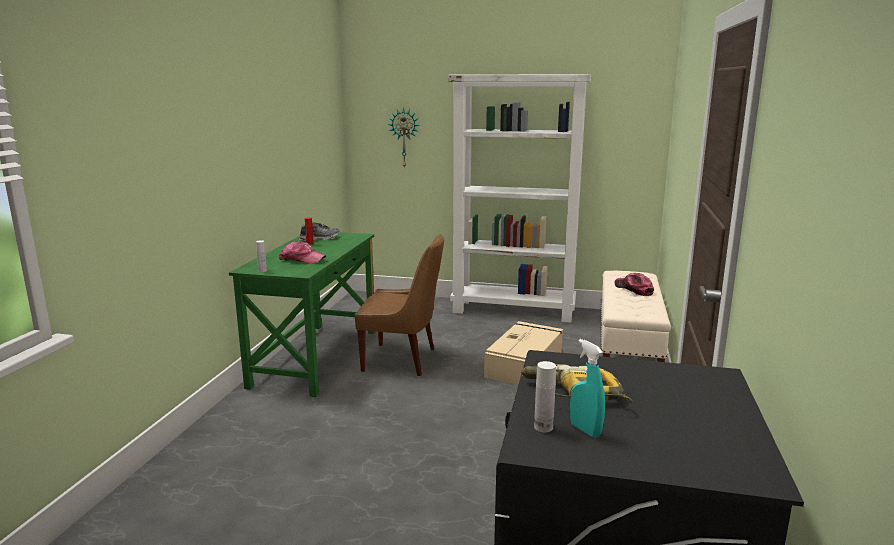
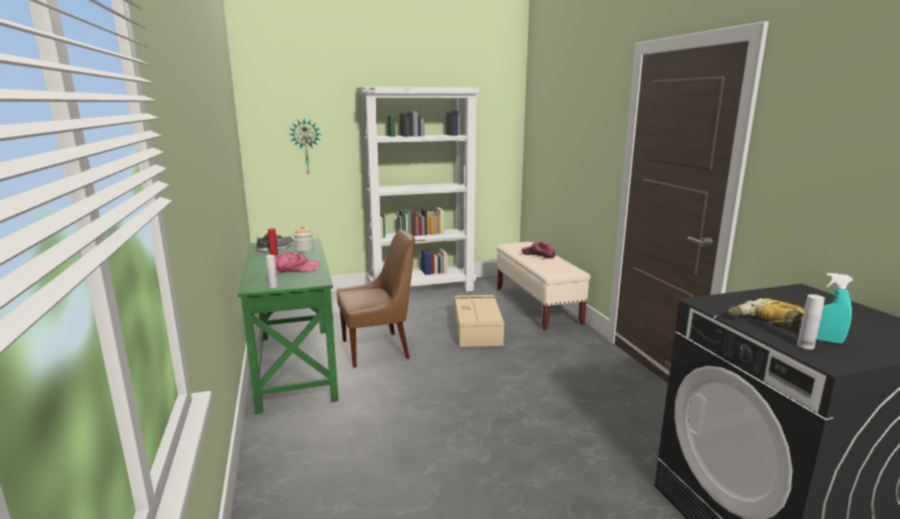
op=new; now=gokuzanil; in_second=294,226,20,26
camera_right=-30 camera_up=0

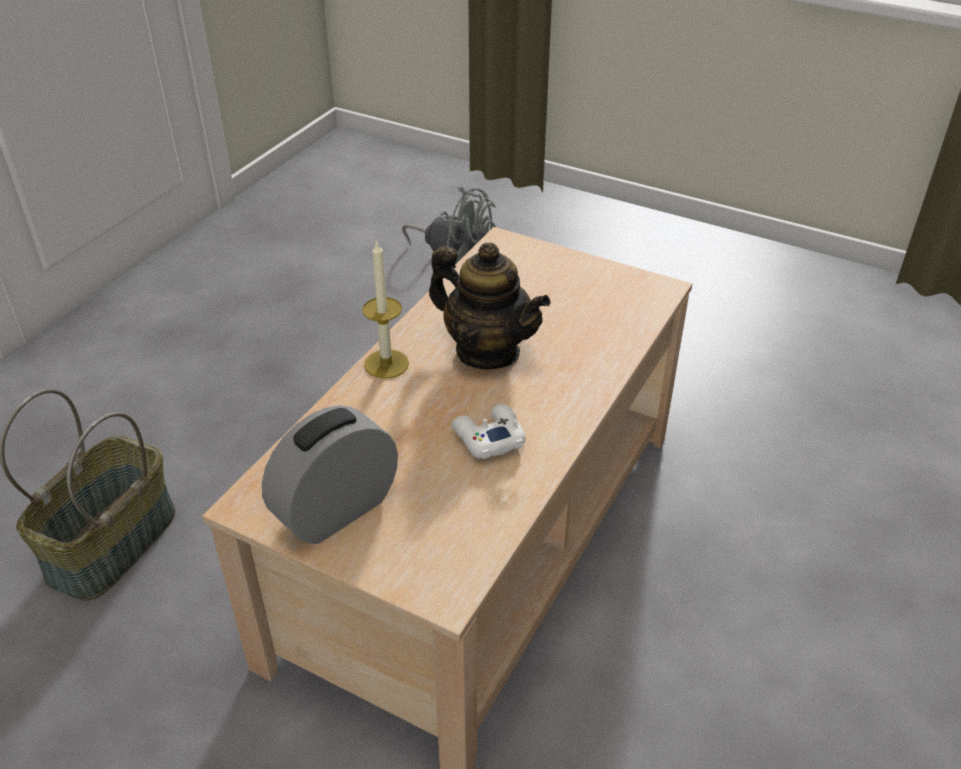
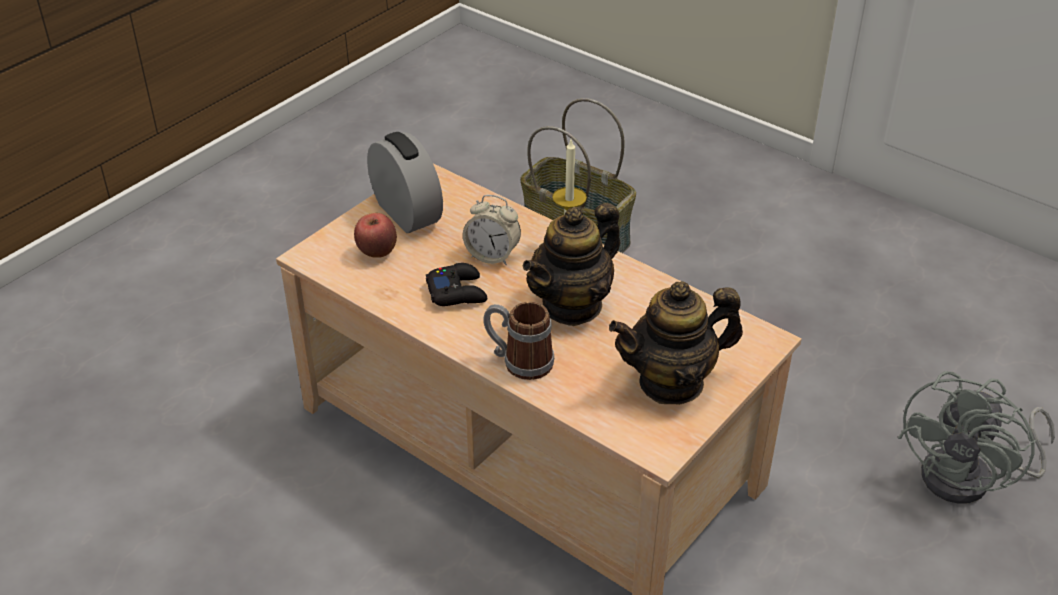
op=repainted; was=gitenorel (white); now=gitenorel (black); in_first=452,404,73,55; in_second=426,263,61,43
op=new; now=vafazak; in_second=463,195,58,70
op=new; now=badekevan; in_second=354,213,43,45
op=new; now=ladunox; in_second=609,281,134,124
op=new; now=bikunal; in_second=483,301,71,79
camera_right=100 camera_up=0

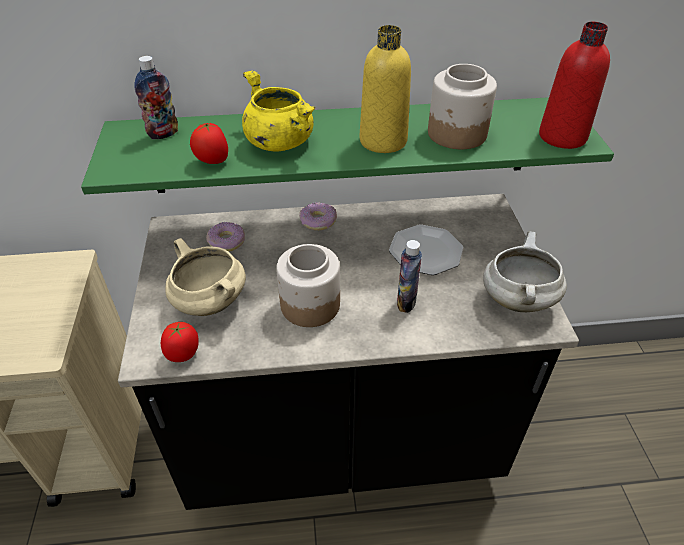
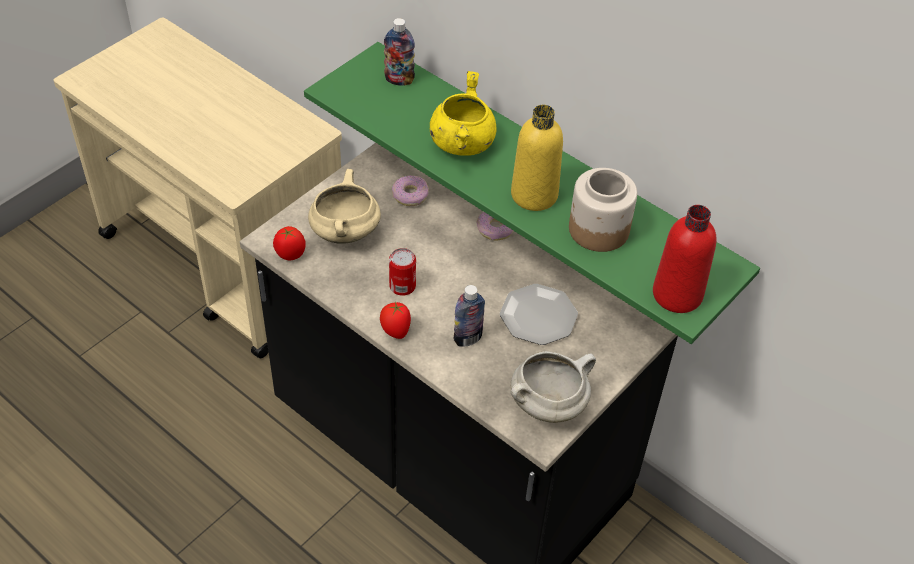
op=shifted; was=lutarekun; in_first=190,122,38,42; in_second=380,302,31,37
op=swapped; was=gokuzanil; now=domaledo; in_first=276,244,64,83; in_second=389,248,27,48
camera_right=45 camera_up=5

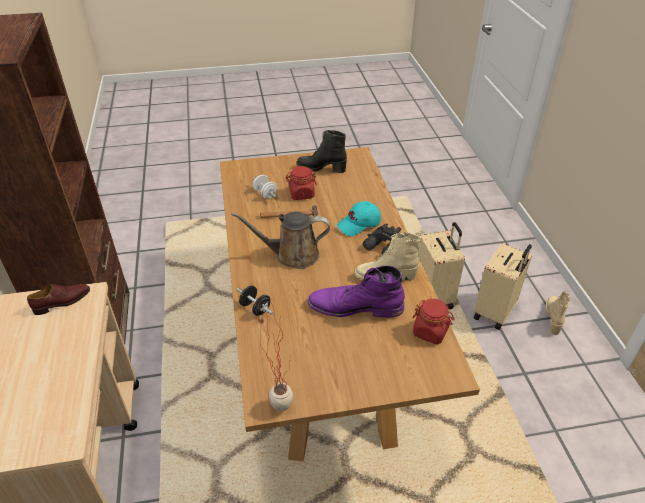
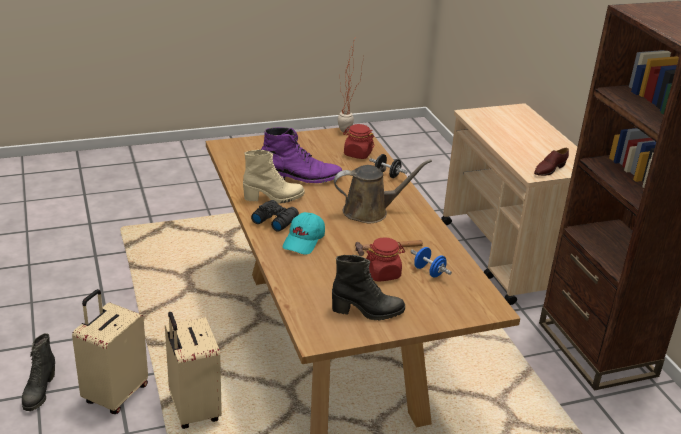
op=repainted; was=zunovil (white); now=zunovil (blue); in_first=253,175,24,24; in_second=410,247,42,31
op=rotated; was=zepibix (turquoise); in_first=337,201,44,35; in_second=283,212,42,42; clockwise=150
op=repainted; was=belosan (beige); now=belosan (black); in_first=545,291,25,44; in_second=22,333,33,78
op=shifted; was=gokuzanil (red); in_first=413,299,42,45; in_second=343,124,31,35
camera_right=170 camera_up=-10

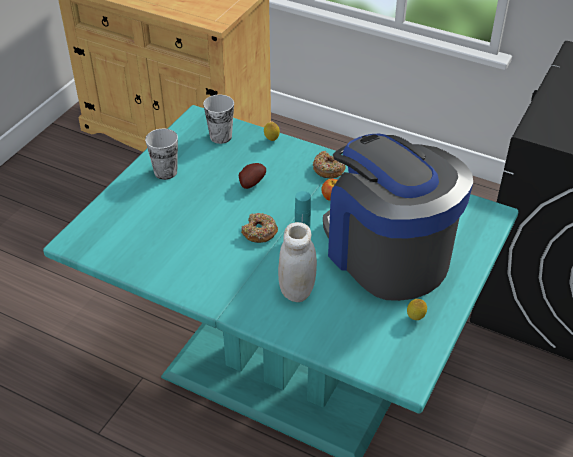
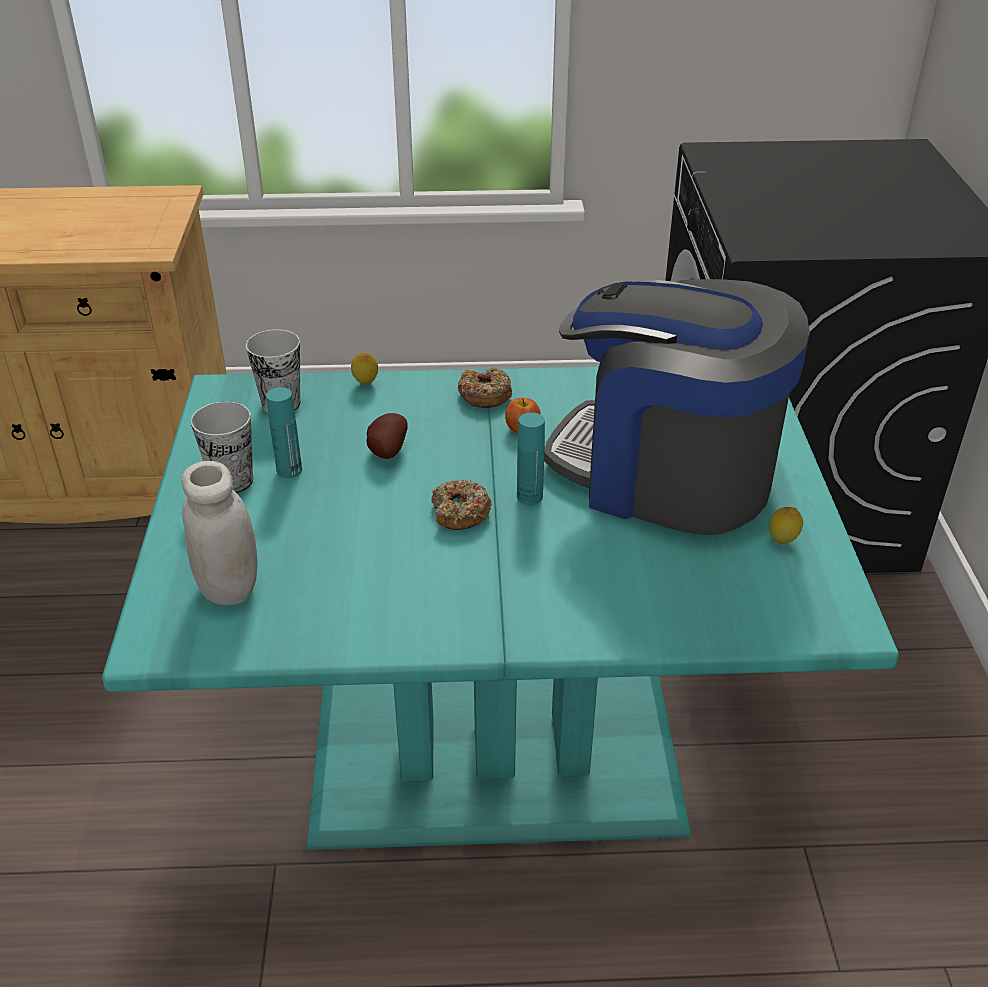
op=shifted; was=gokuzanil (white); in_first=278,222,39,80; in_second=182,461,76,144
op=new; now=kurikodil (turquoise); in_second=266,387,36,91
camera_right=-30 camera_up=-5

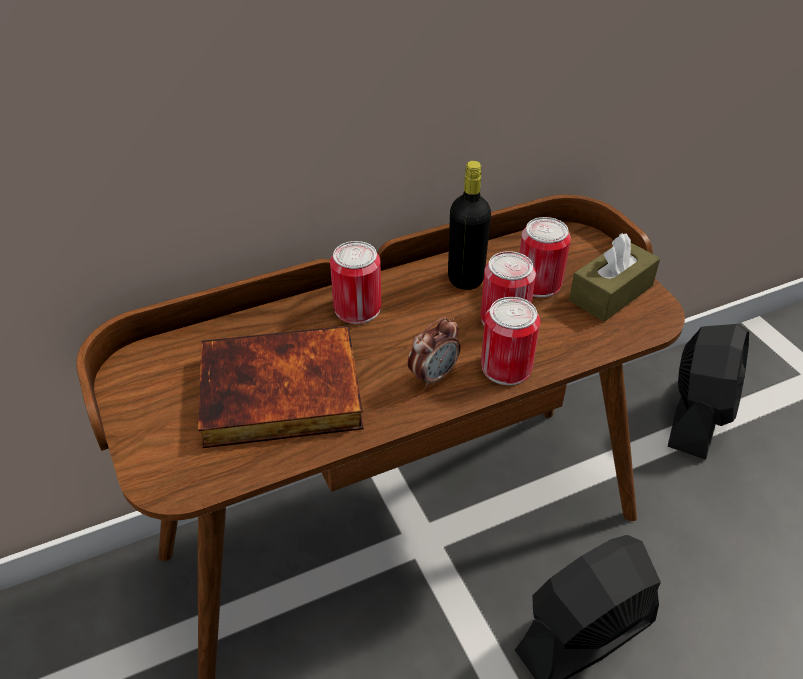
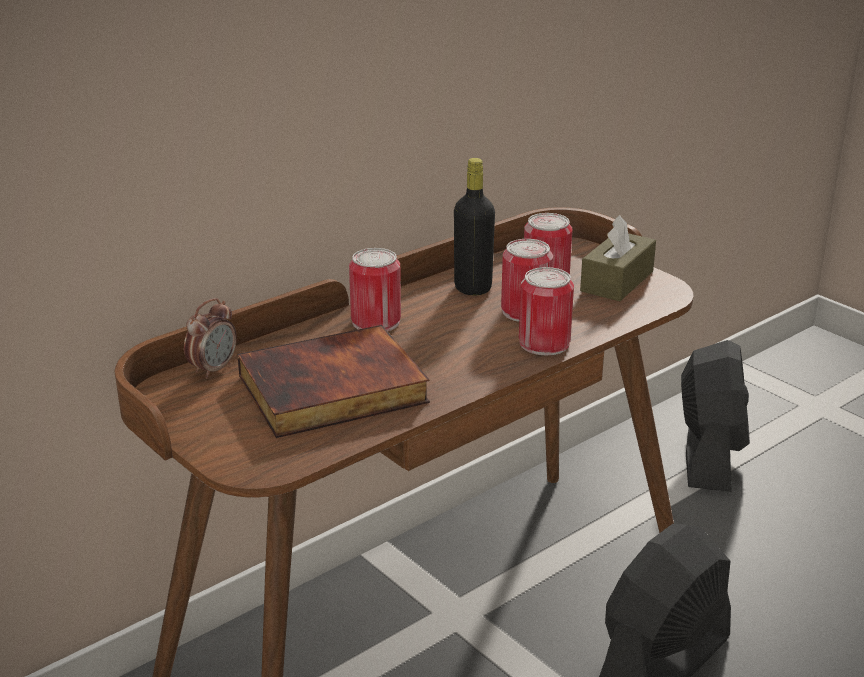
op=shifted; was=vafazak; in_first=408,317,52,72; in_second=184,298,53,81
camera_right=-15 camera_up=-15

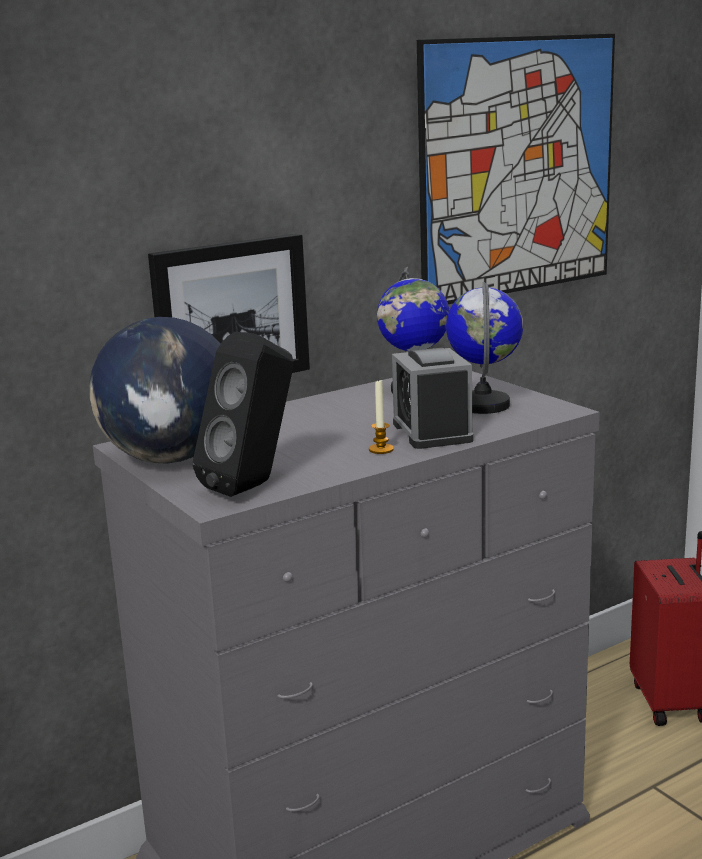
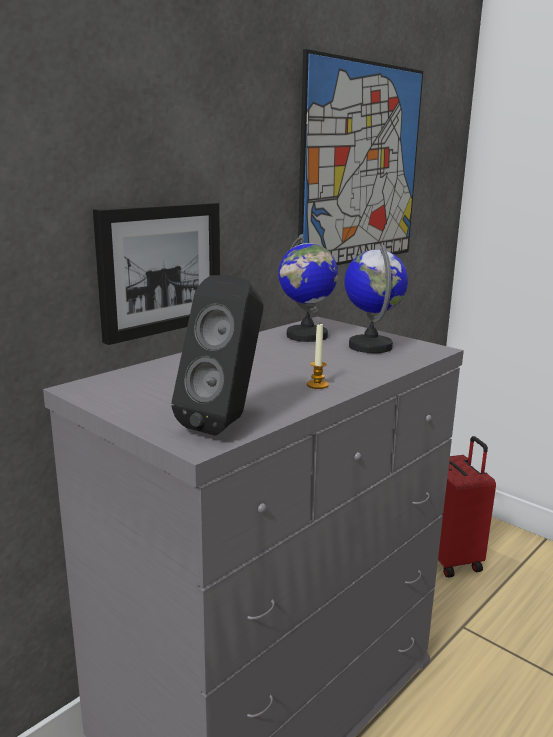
op=gone; was=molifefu; in_first=89,317,132,146
op=gone; was=vafazak; in_first=392,348,82,101
camera_right=-15 camera_up=0

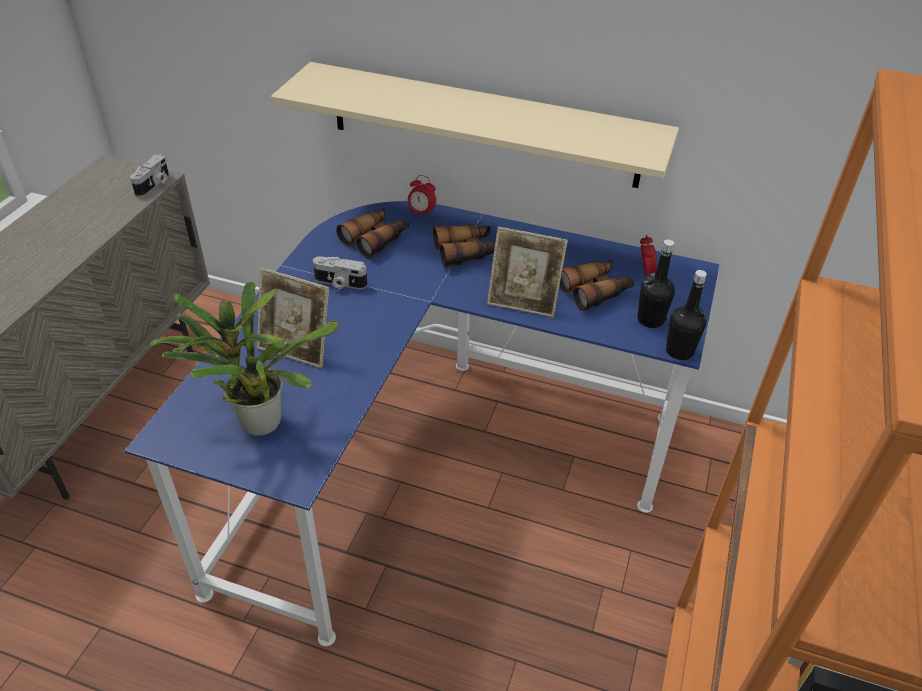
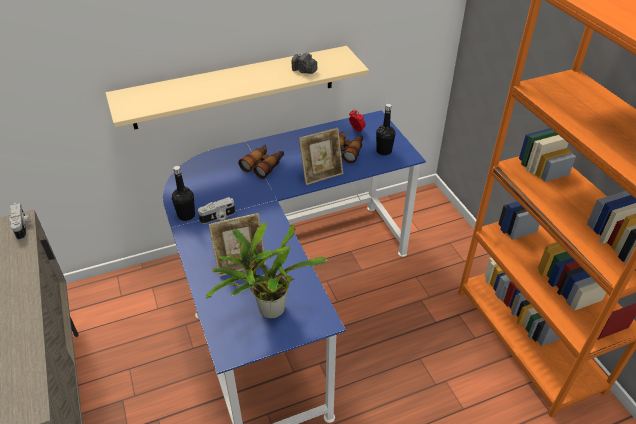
op=gone; was=vafazak; in_first=408,175,28,44
op=gone; was=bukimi; in_first=336,208,73,50
op=shifted; was=kurikodil (black); in_first=666,270,41,90; in_second=172,166,23,55
op=new; now=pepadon; in_second=292,52,25,22
camera_right=-40 camera_up=0

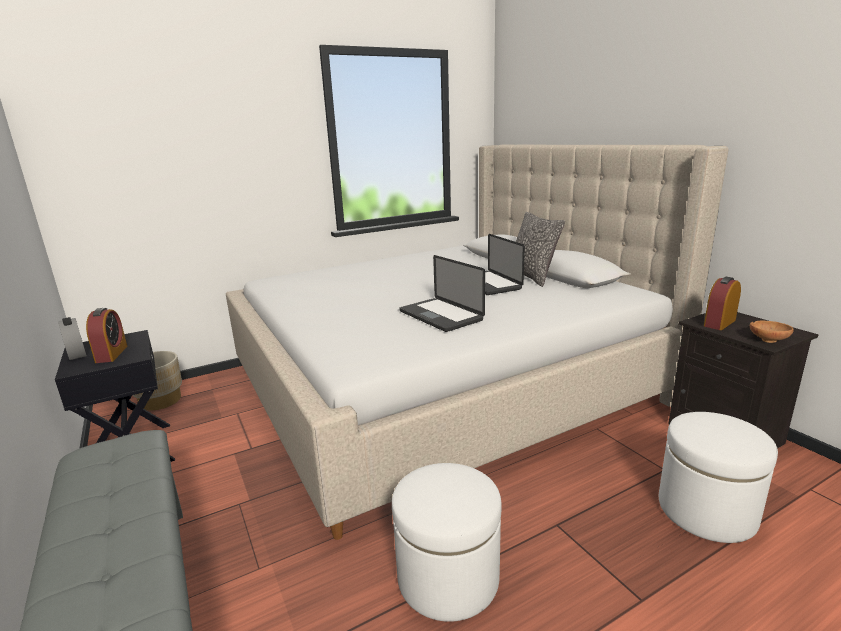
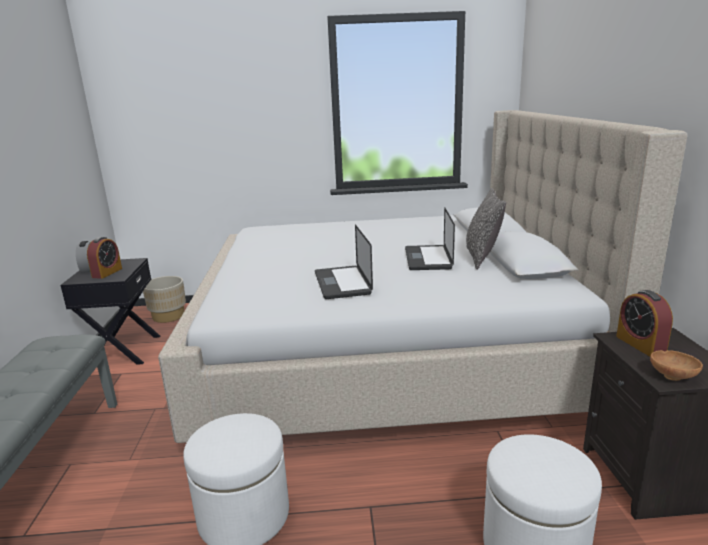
op=rotated; was=vafazak; in_first=704,277,37,53; in_second=616,290,57,67; clockwise=-90
camera_right=25 camera_up=0

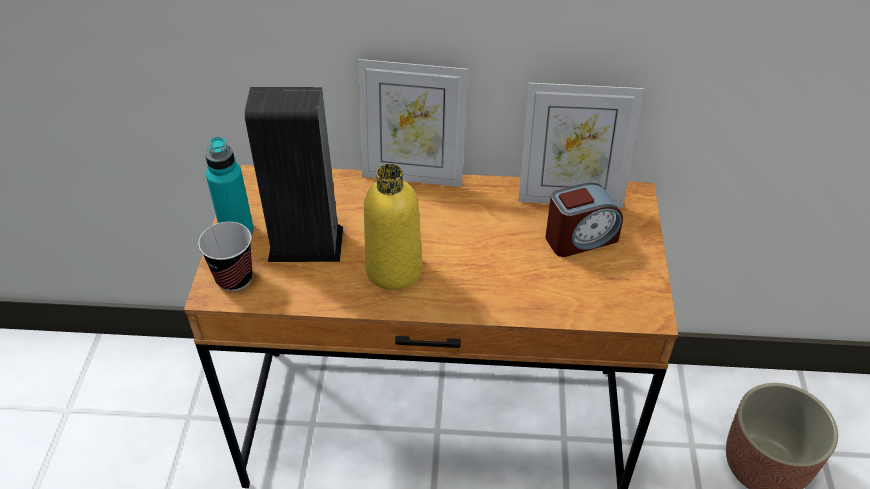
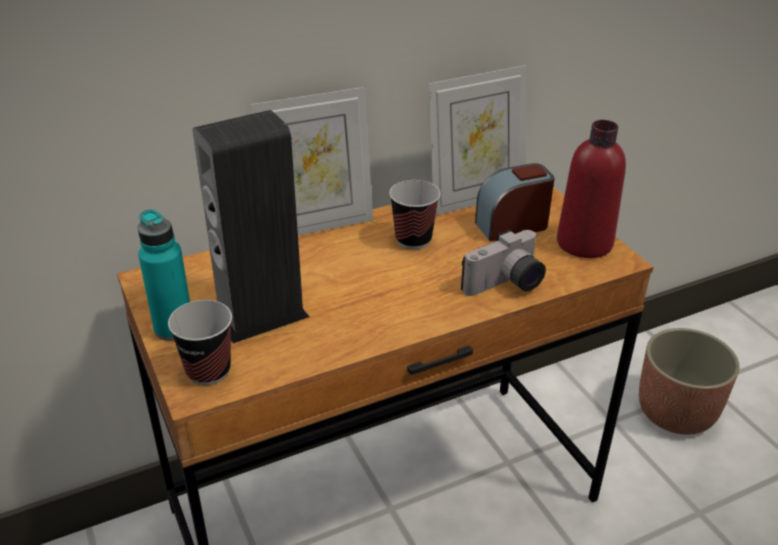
op=gone; was=kurikodil (yellow); in_first=364,164,58,126
op=rotated; was=vafazak; in_first=545,183,78,74; in_second=475,163,80,79; clockwise=-150
op=new; now=kurikodil (red); in_second=557,120,69,138
op=new; now=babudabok; in_second=389,180,51,69
op=new; now=pepadon; in_second=461,230,85,66
camera_right=-30 camera_up=-10

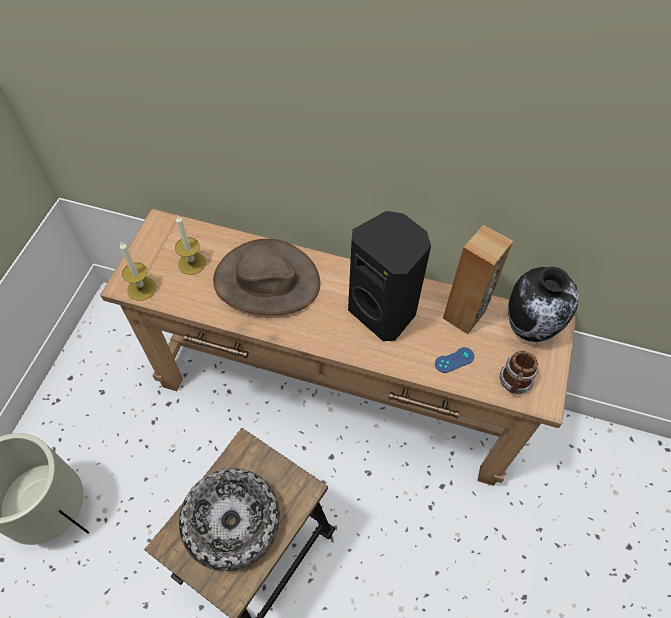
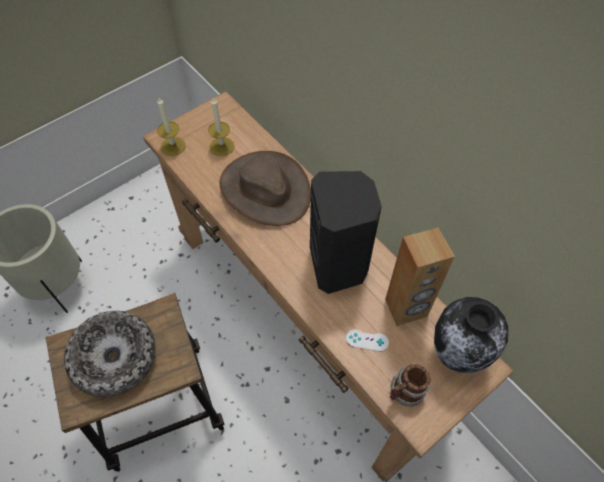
op=repainted; was=gitenorel (blue); now=gitenorel (white); in_first=435,347,40,26; in_second=346,329,43,23
camera_right=35 camera_up=0

